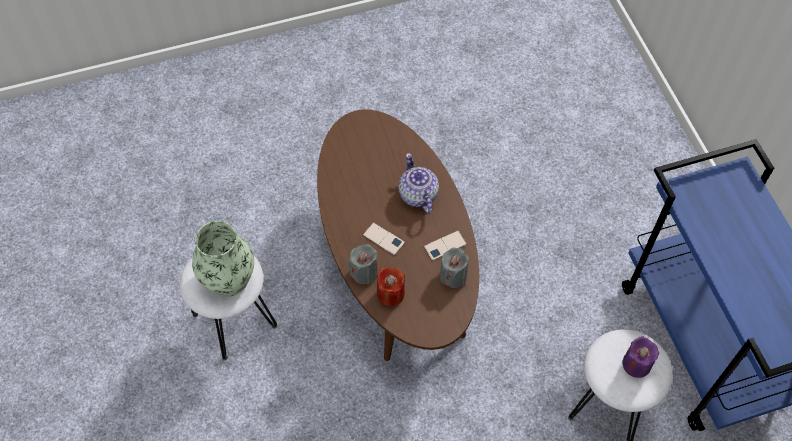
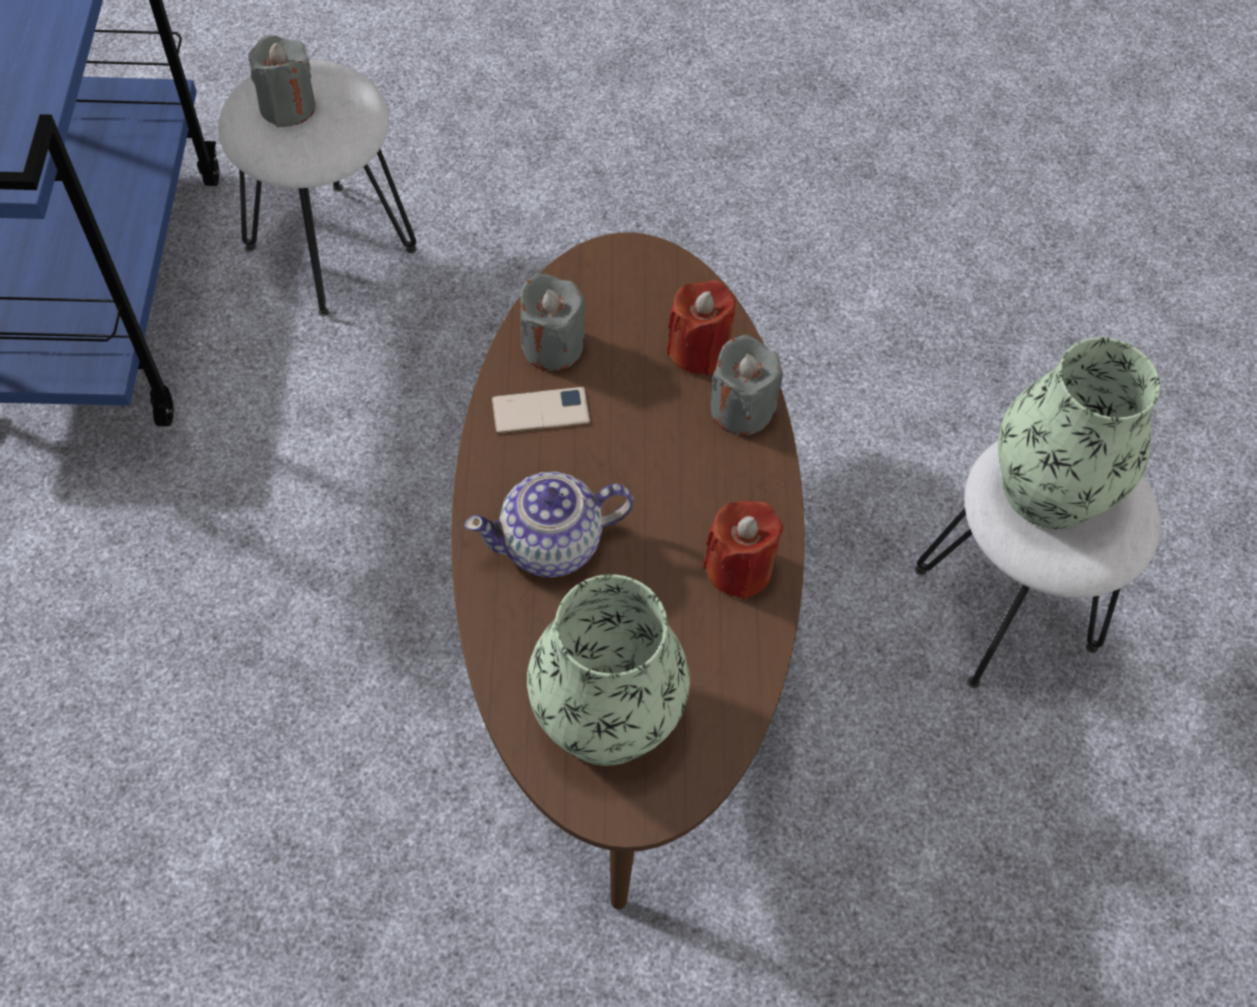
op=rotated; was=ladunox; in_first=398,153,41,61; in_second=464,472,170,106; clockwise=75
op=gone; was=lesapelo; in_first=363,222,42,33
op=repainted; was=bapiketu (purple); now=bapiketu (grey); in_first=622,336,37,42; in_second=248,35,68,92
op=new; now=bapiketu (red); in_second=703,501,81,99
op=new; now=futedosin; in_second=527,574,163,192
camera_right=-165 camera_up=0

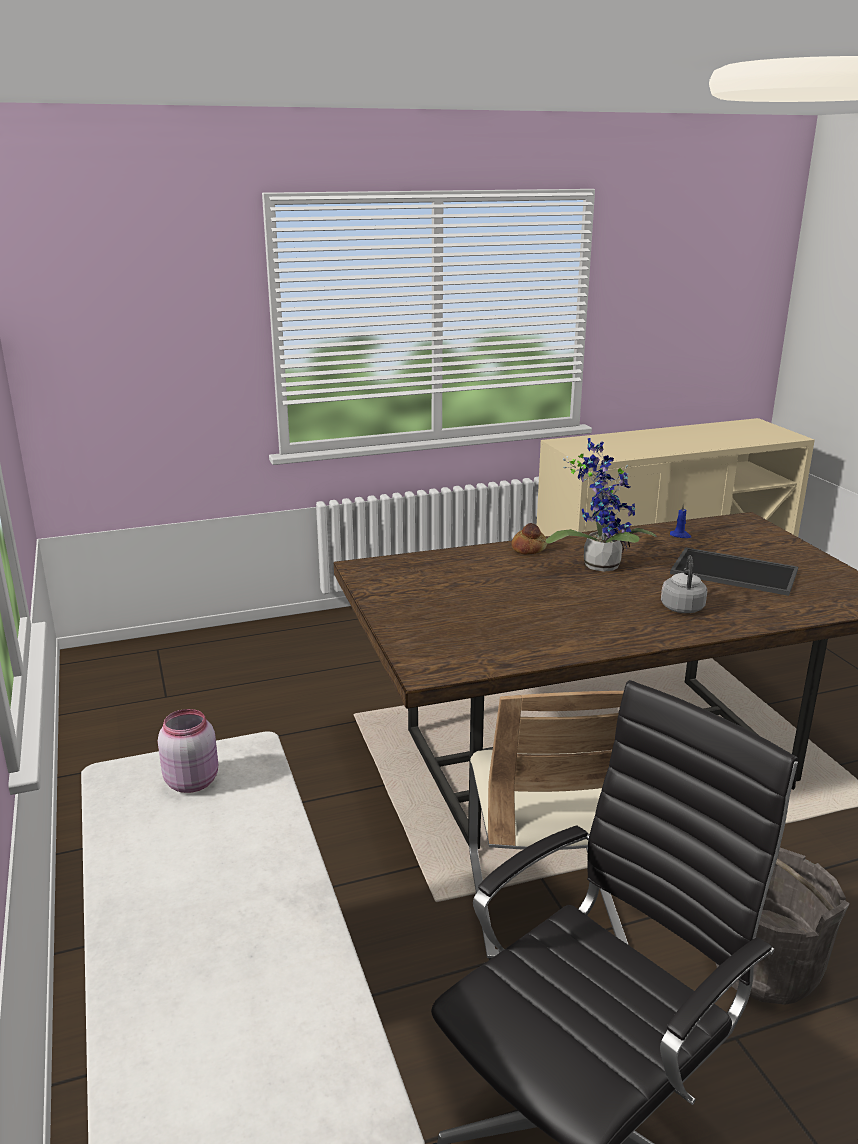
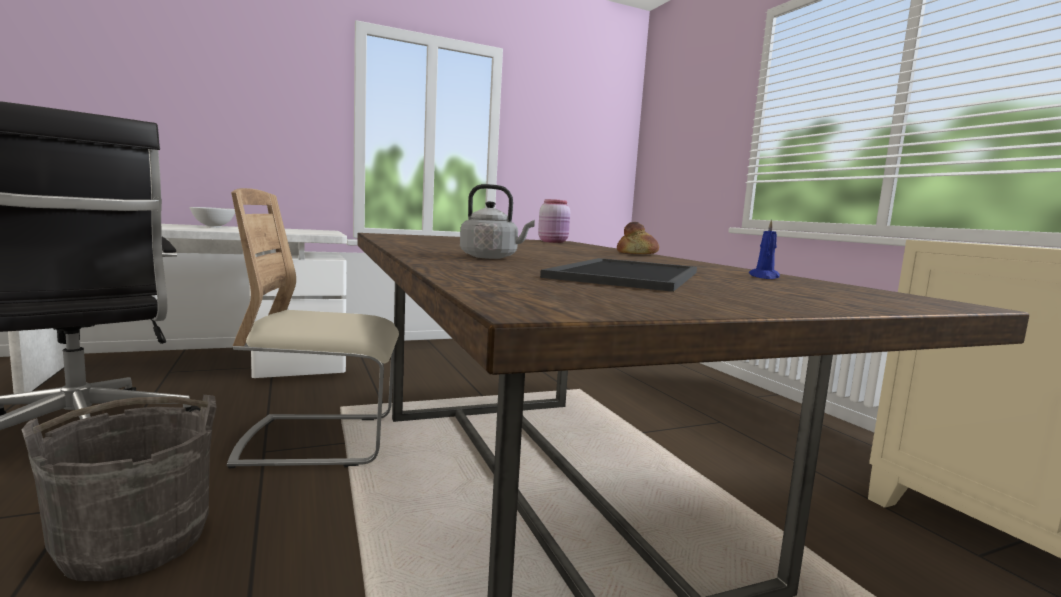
op=gone; was=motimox; in_first=546,438,110,134
op=shifted; was=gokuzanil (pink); in_first=158,709,60,84; in_second=538,199,32,44
op=new; now=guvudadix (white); in_second=189,207,46,21
camera_right=85 camera_up=-15

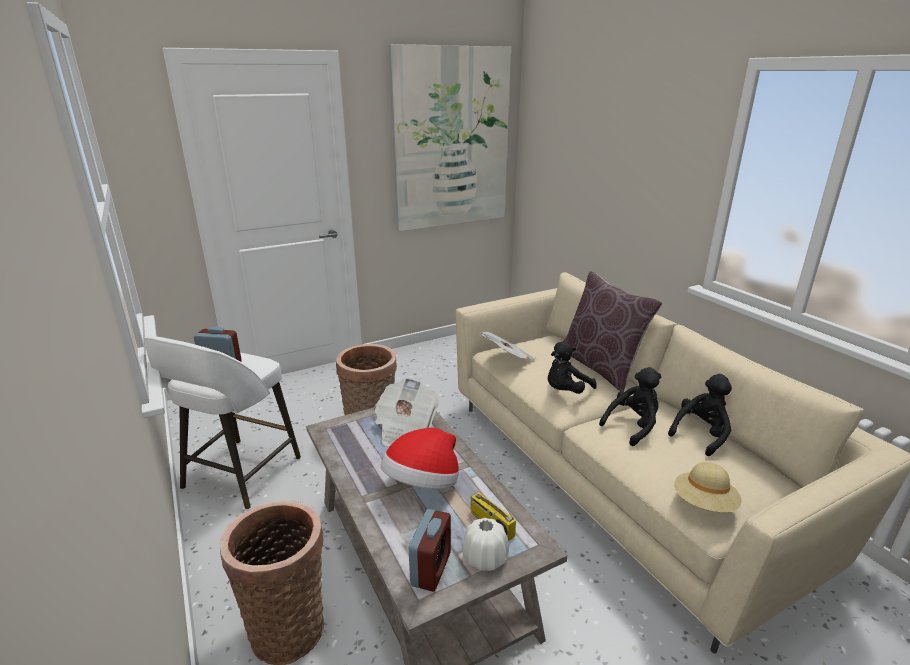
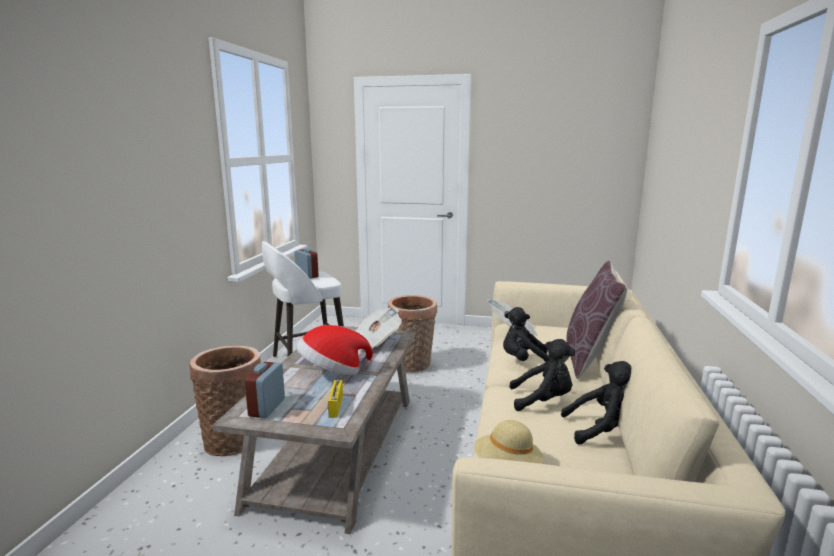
op=gone; was=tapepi; in_first=389,44,122,187
op=rotated; was=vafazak; in_first=409,509,42,83; in_second=245,362,40,56; clockwise=135
op=gone; was=futedosin (white); in_first=463,518,46,53
camera_right=40 camera_up=-10

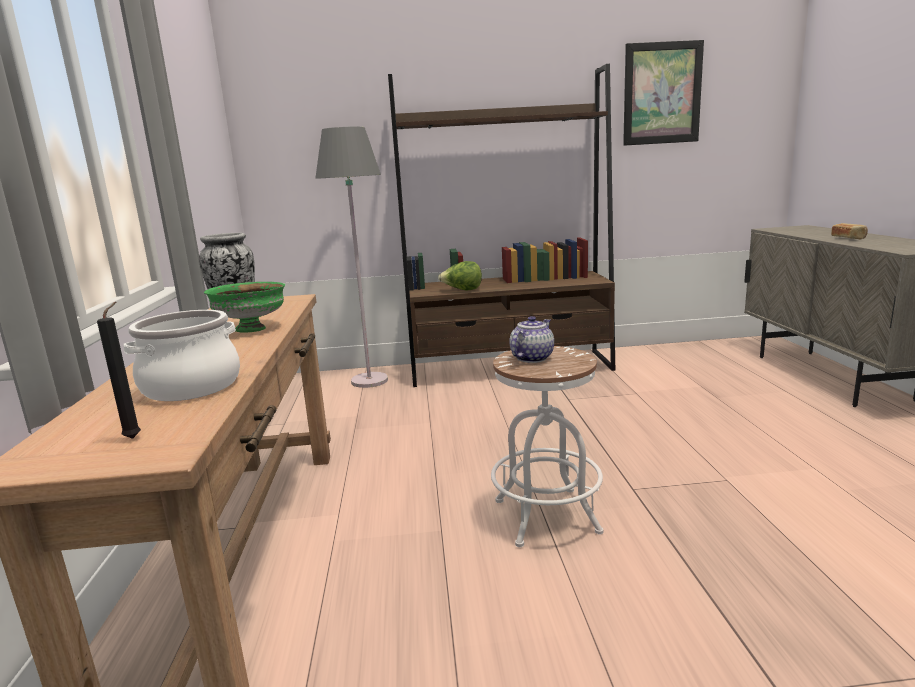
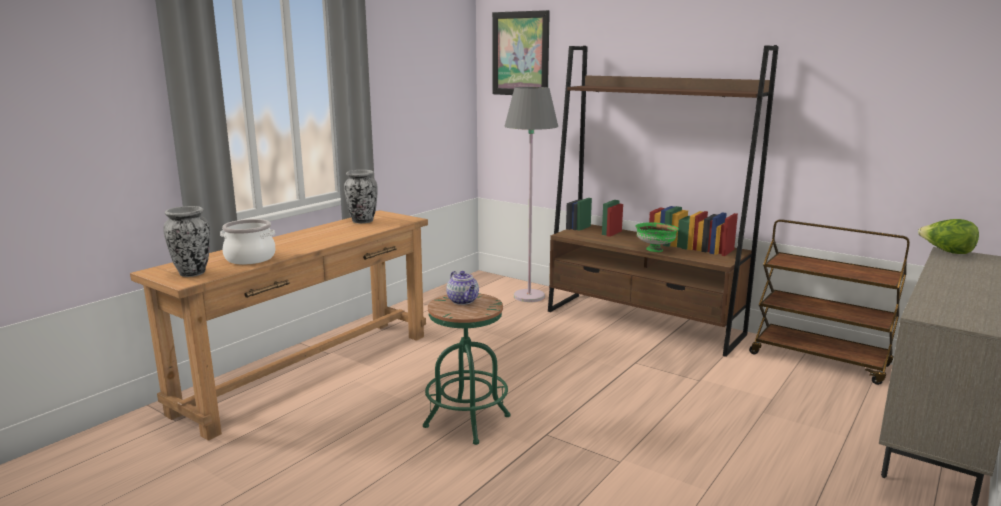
op=shifted; was=tapepi; in_first=623,40,81,106; in_second=492,10,58,85
op=gone; was=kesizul; in_first=831,223,37,17
op=shifted; was=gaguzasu; in_first=438,261,44,29; in_second=918,219,61,35
op=shifted; was=guvudadix (green); in_first=204,282,81,51; in_second=635,222,44,30
op=swapped; was=bapiketu (black); now=futedosin; in_first=97,302,44,137; in_second=163,206,47,71
op=rotated; was=ladunox; in_first=509,316,45,47; in_second=446,271,33,34; clockwise=75
op=repainted; was=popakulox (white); now=popakulox (green); in_first=491,346,112,201; in_second=423,293,88,152
op=new; now=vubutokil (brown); in_second=749,219,161,166
camera_right=40 camera_up=0

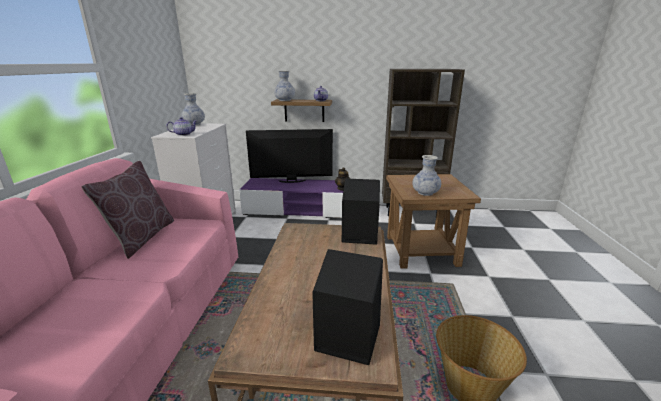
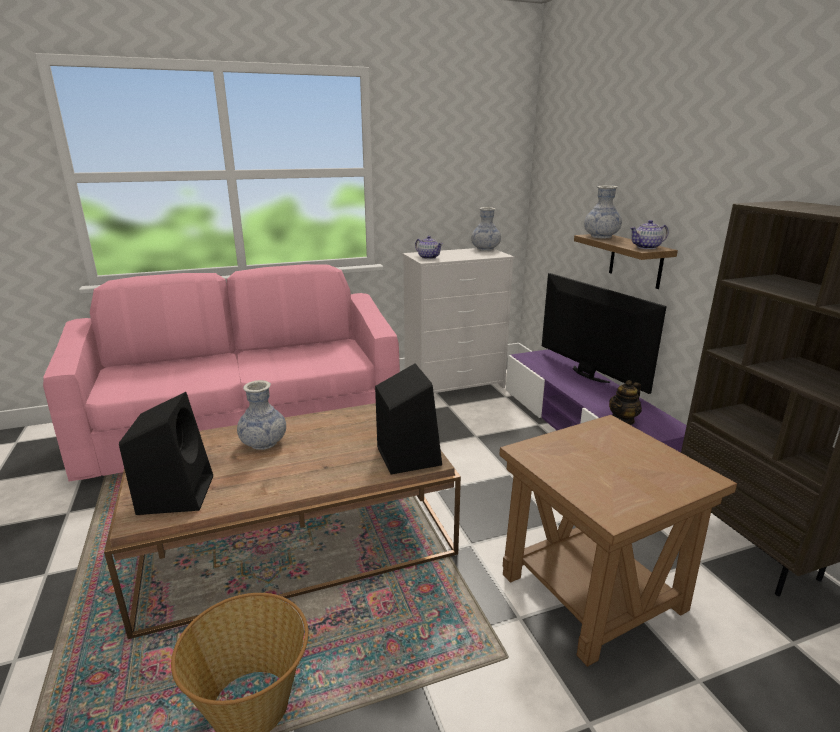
op=shifted; was=futedosin; in_first=412,155,29,41; in_second=237,380,49,70
op=gone; was=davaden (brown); in_first=81,161,93,98
camera_right=65 camera_up=0

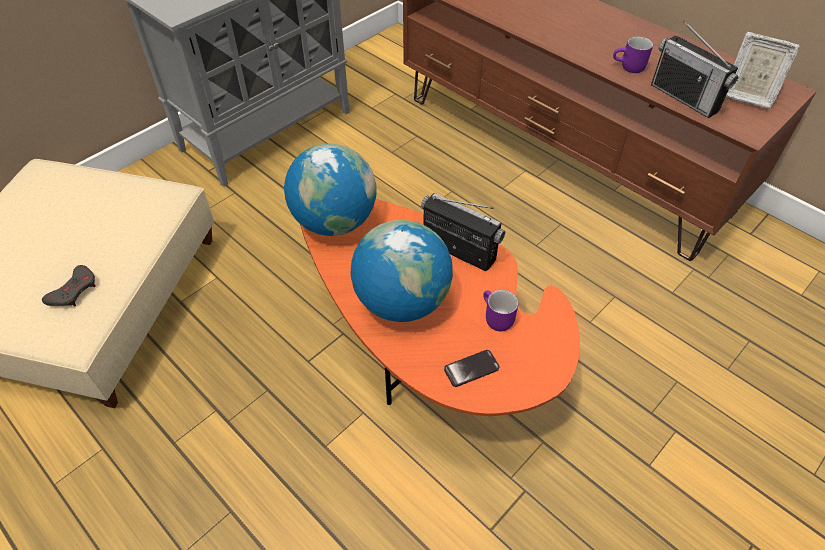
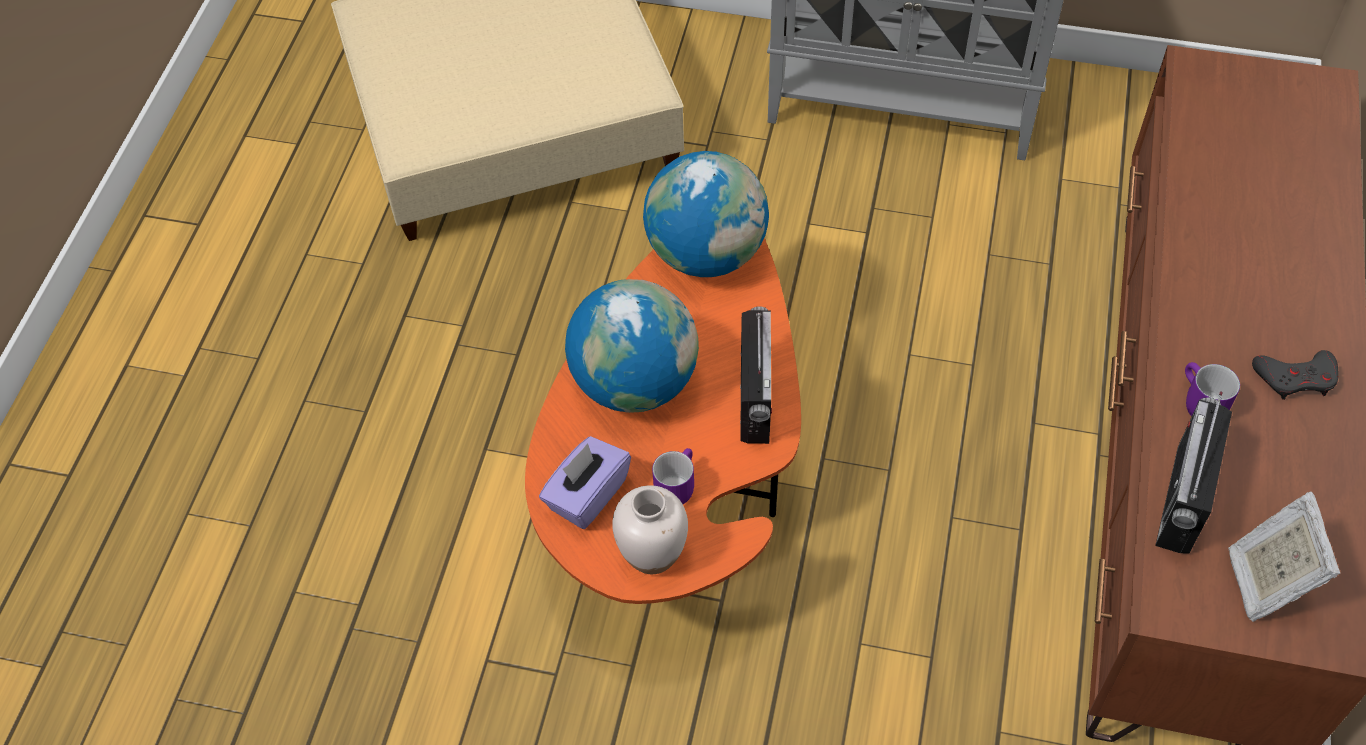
op=shifted; was=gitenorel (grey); in_first=42,265,54,41; in_second=1252,350,86,50
op=swapped; was=lesapelo; now=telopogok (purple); in_first=444,350,55,37; in_second=539,436,92,93
op=new; now=futedosin (white); in_second=612,485,76,89
camera_right=60 camera_up=5

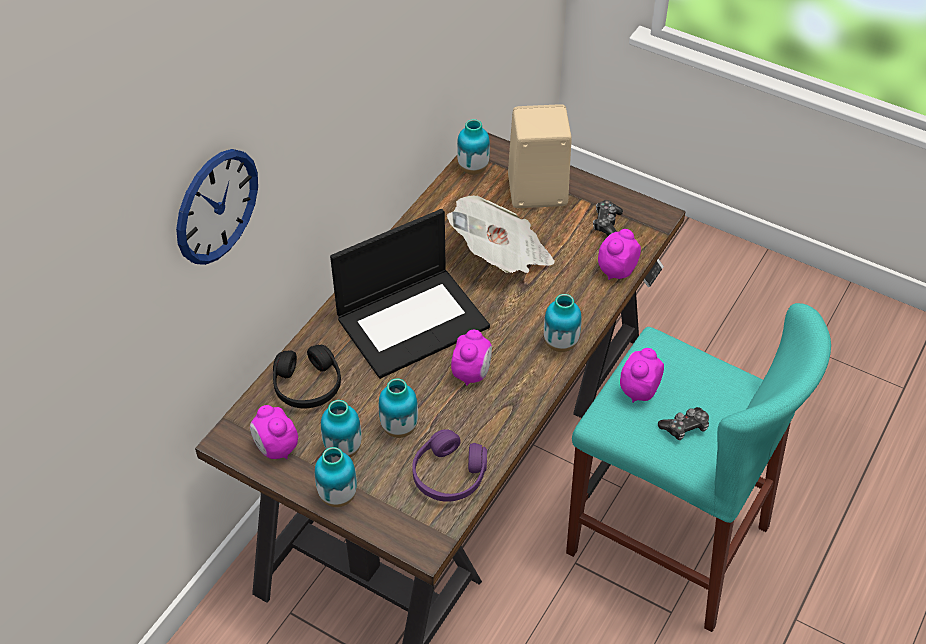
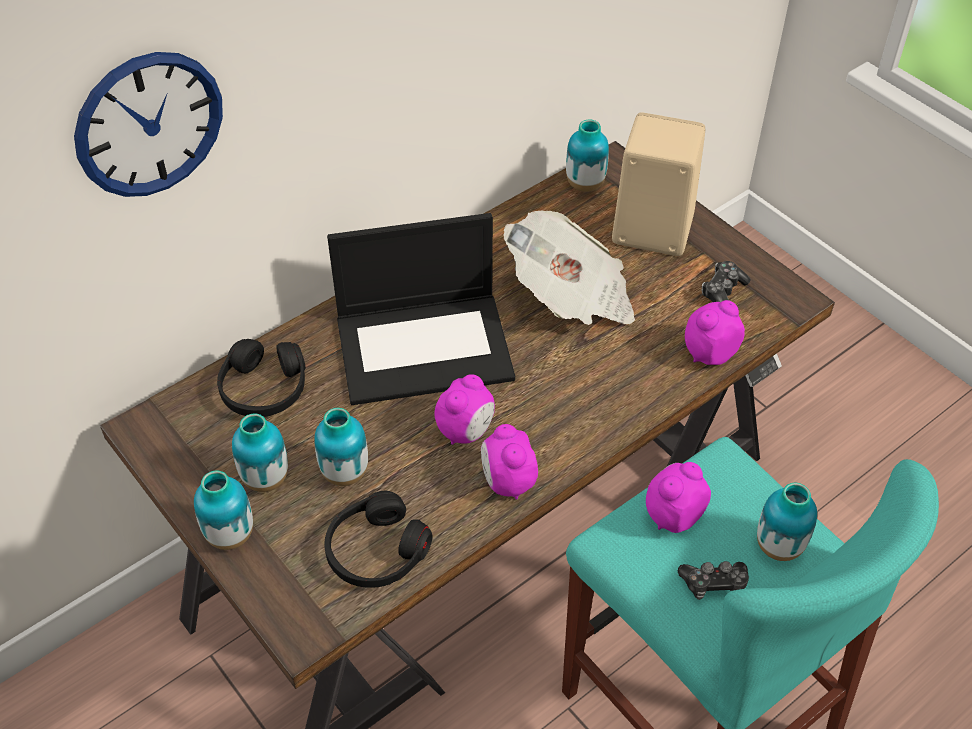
op=shifted; was=futedosin; in_first=544,294,38,58; in_second=757,483,60,78
op=shifted; was=vafazak; in_first=250,405,48,54; in_second=481,424,57,76
op=repainted; was=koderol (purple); now=koderol (black); in_first=412,429,75,73; in_second=324,491,109,97
camera_right=20 camera_up=0

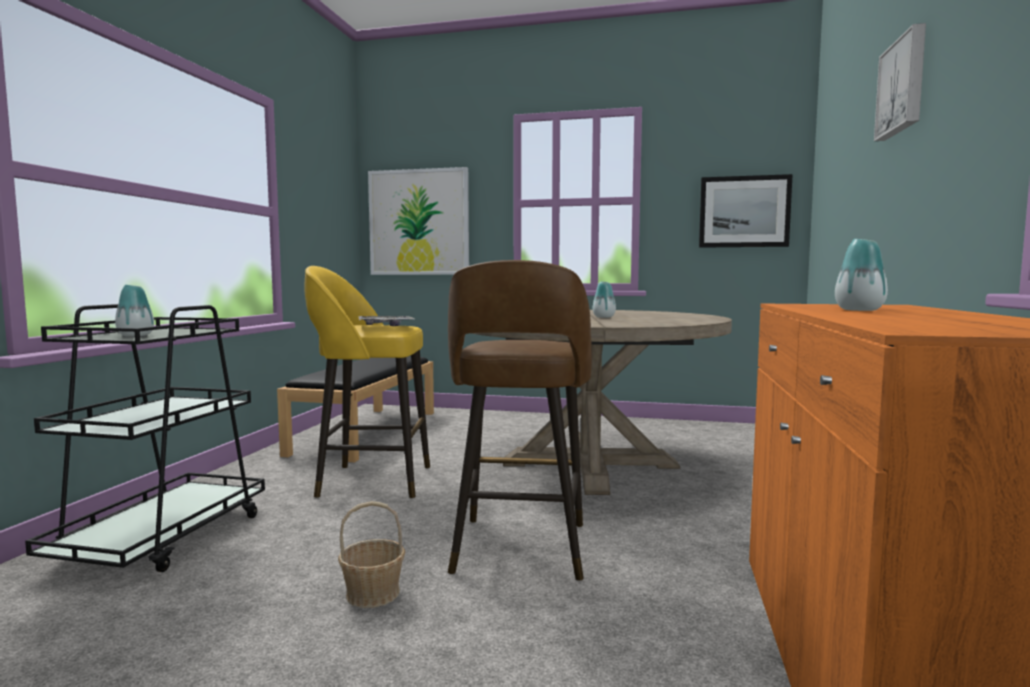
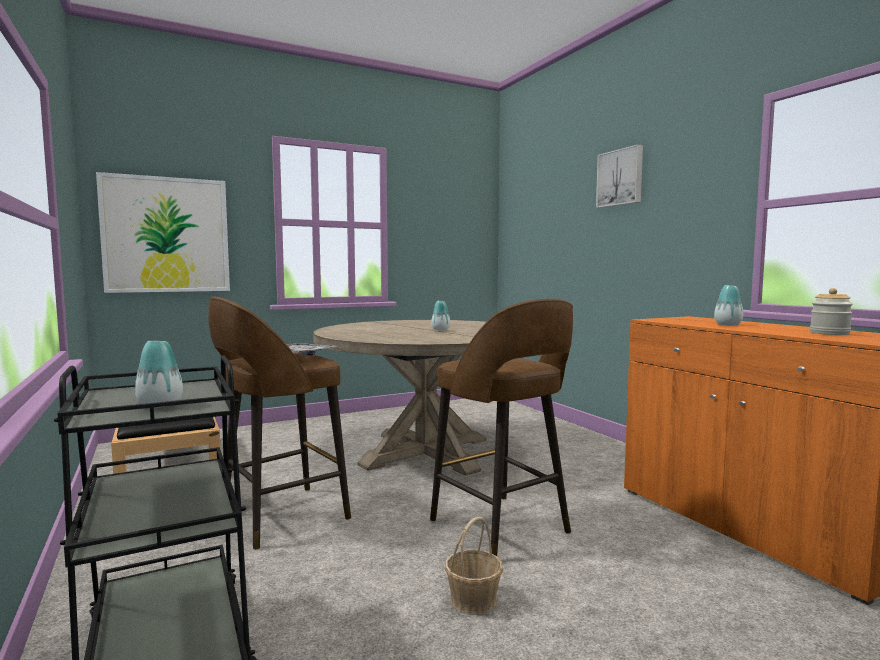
op=gone; was=tapepi; in_first=699,174,94,74
op=repainted; was=popakulox (yellow); now=popakulox (brown); in_first=304,266,126,233; in_second=208,297,143,253
op=new; now=gokuzanil; in_second=810,288,43,47
camera_right=-40 camera_up=0

